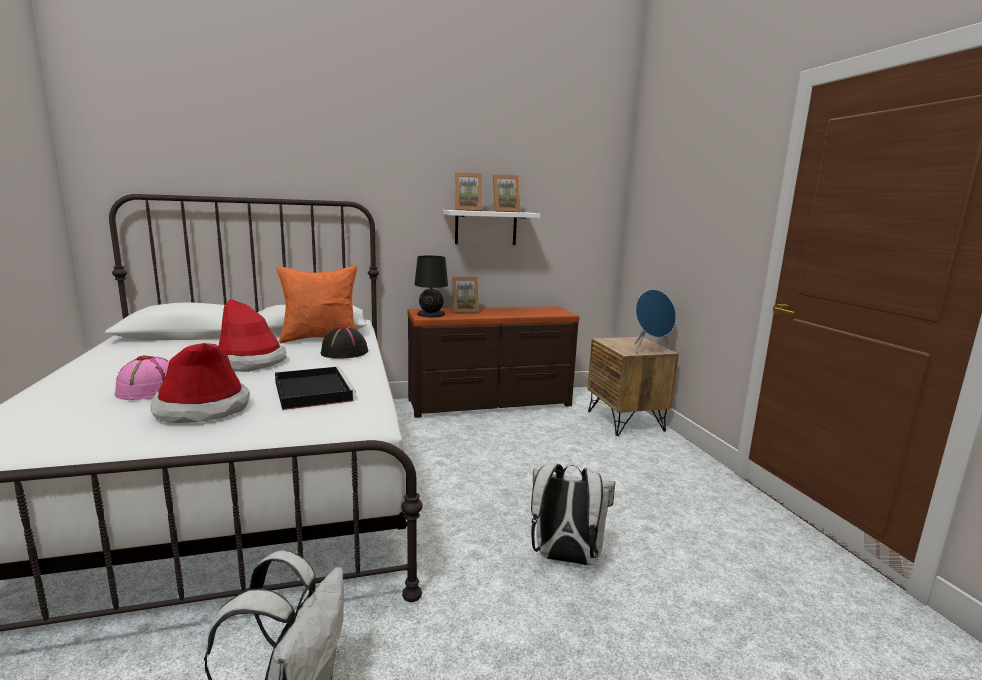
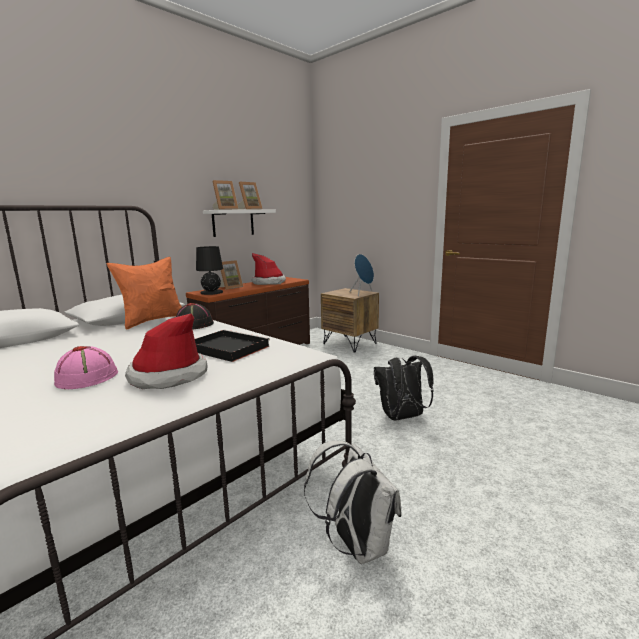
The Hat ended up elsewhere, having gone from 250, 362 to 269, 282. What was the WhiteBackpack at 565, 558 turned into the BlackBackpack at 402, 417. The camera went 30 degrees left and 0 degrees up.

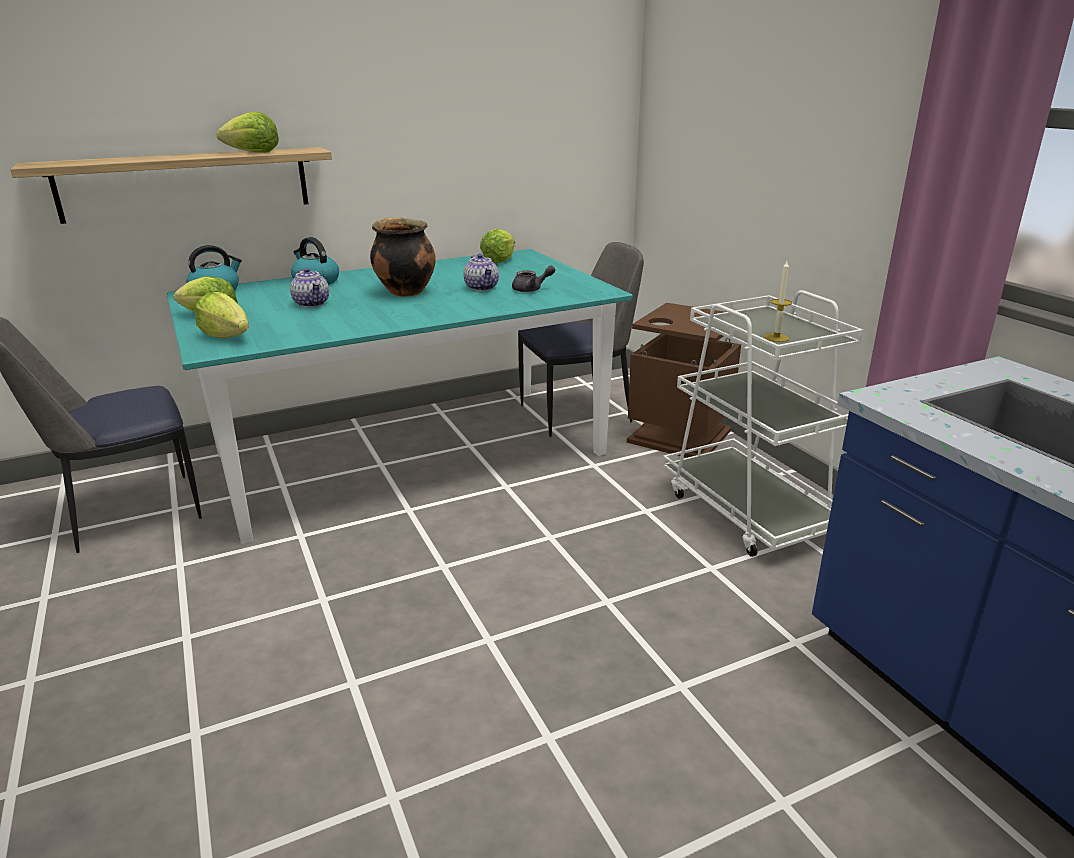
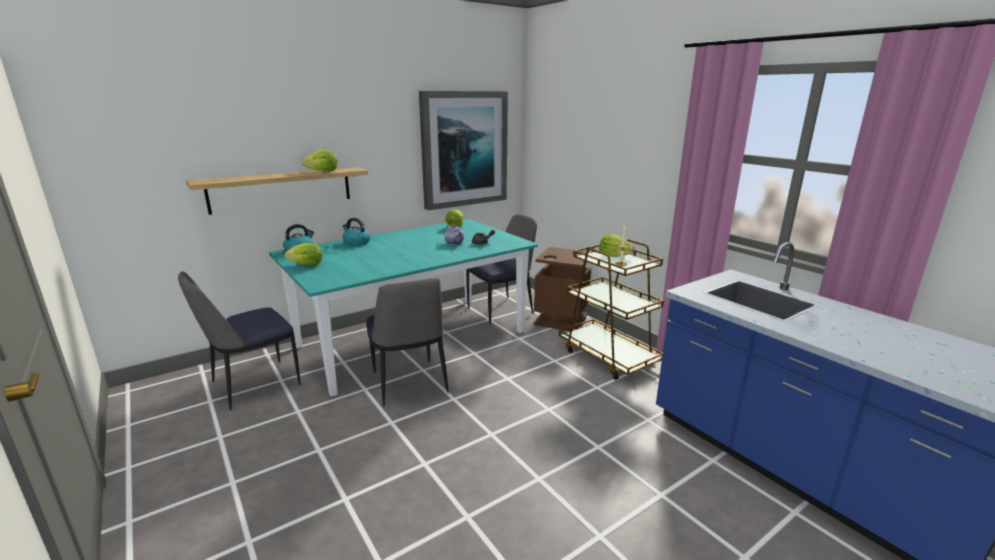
The second view lost the Teapot at 312, 303. The second view lost the CookingPot at 404, 292. The second view gained the Chair at 409, 384. The second view gained the Picture at 464, 149. The Lettuce ended up elsewhere, having gone from 227, 336 to 614, 255. What was the WhiteCart at 748, 510 turned into the BrownCart at 608, 356. The camera went 10 degrees left and 5 degrees down.

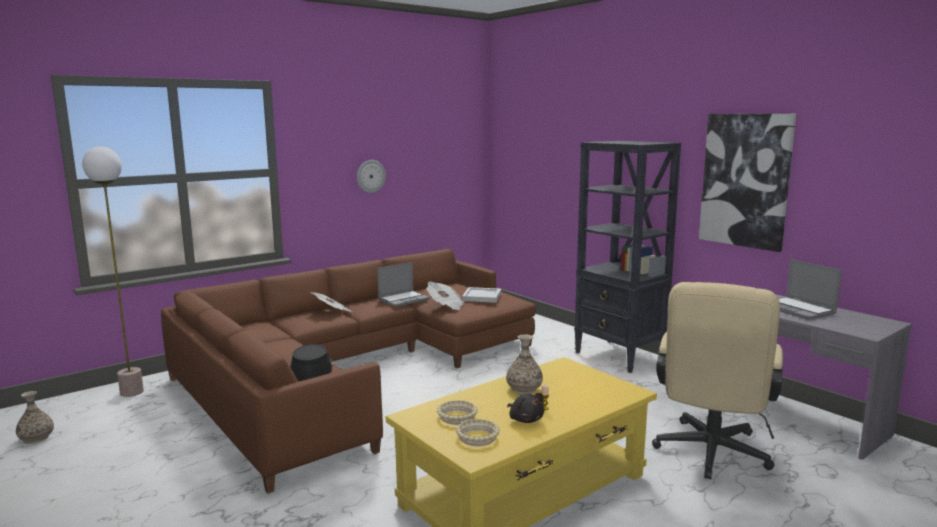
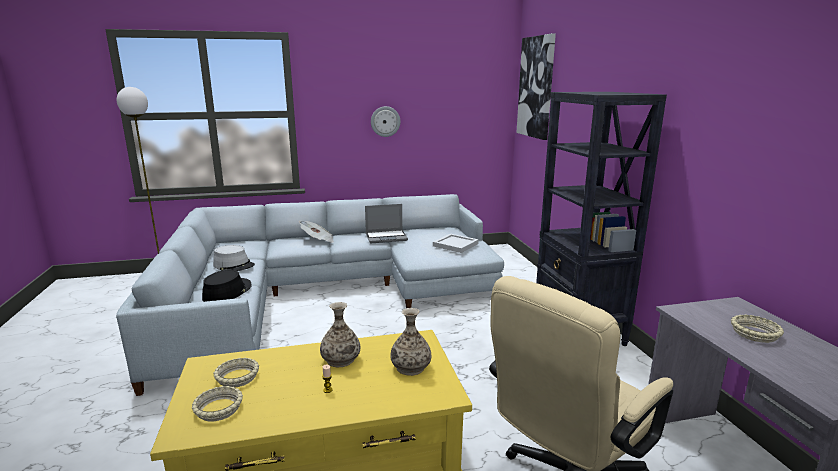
The second view lost the Newspaper at 445, 306. The second view lost the BlackPlushToy at 525, 419. The second view gained the GreyHat at 234, 265. The Vase ended up elsewhere, having gone from 36, 438 to 410, 367. The Picture ended up elsewhere, having gone from 745, 180 to 536, 87. Where the Laptop stood at 798, 310, the BeigeBowl came to stand at 755, 333. What was the BrownSofa at 353, 369 turned into the GreySofa at 323, 293. The camera went 25 degrees right and 5 degrees up.

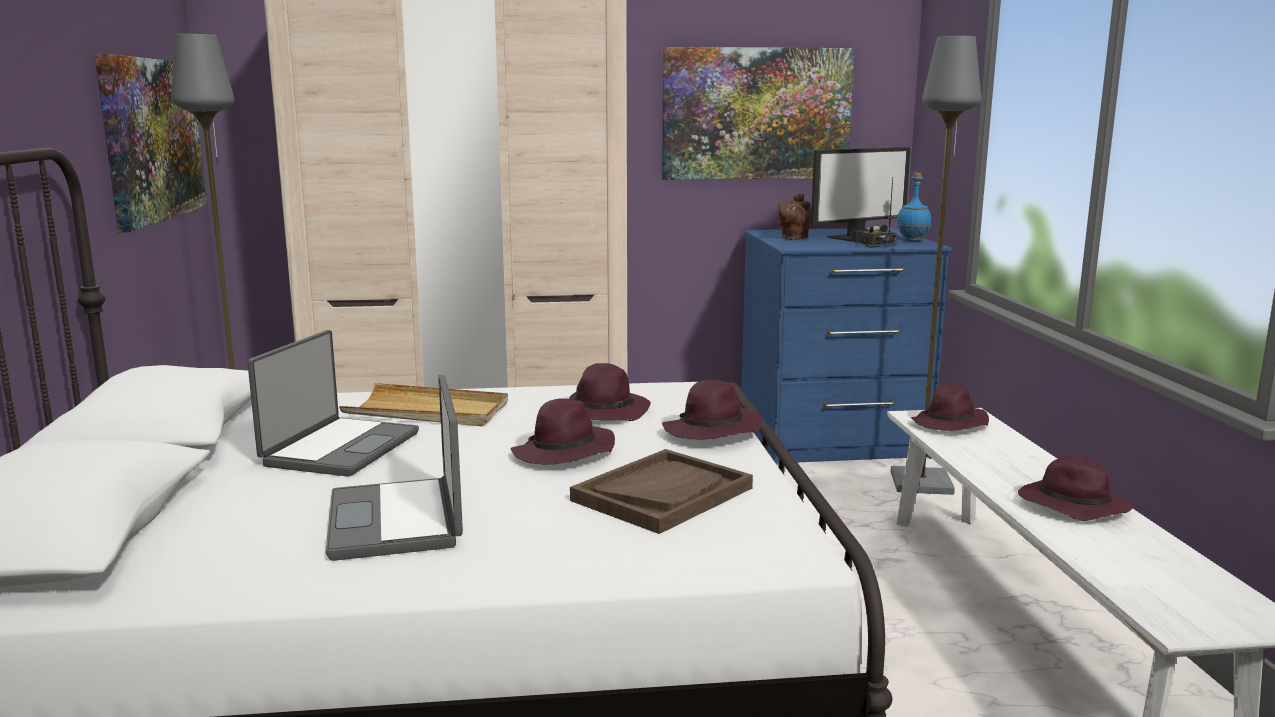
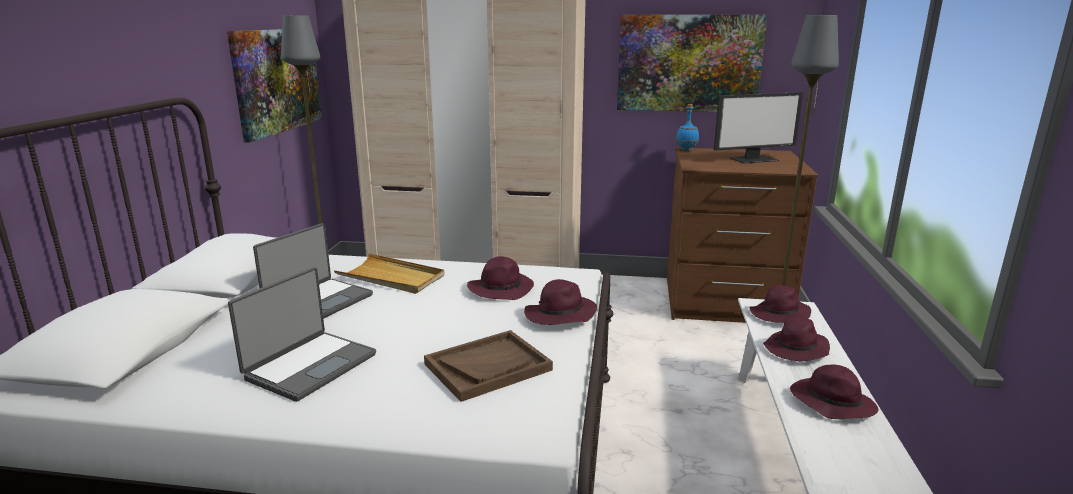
The second view lost the BrownTeapot at 793, 238. The second view lost the Radio at 871, 244. The PurpleHat ended up elsewhere, having gone from 564, 453 to 796, 350. The BlueBottle ended up elsewhere, having gone from 912, 240 to 686, 149. What was the BlueDresser at 831, 438 turned into the BrownDresser at 725, 302. The Laptop at 398, 520 ended up facing another way, 150 degrees counterclockwise from before. The camera went 15 degrees right and 5 degrees up.

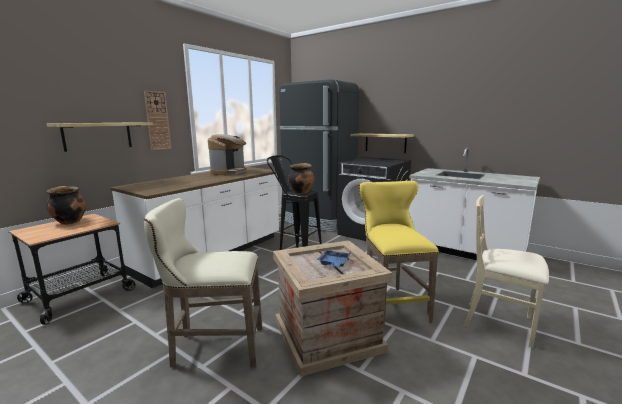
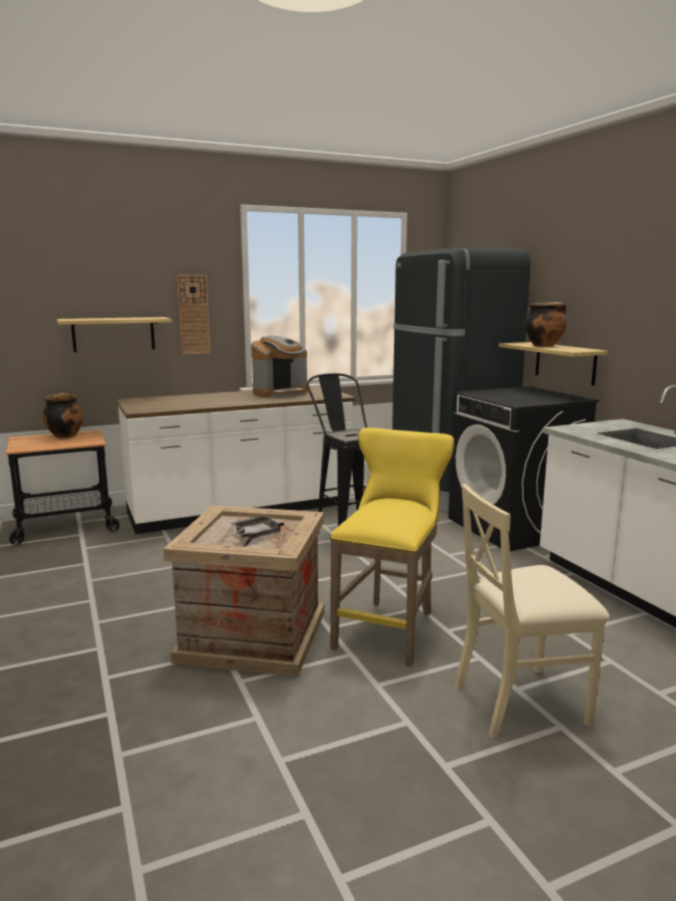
The second view lost the BeigeStool at 213, 348. The CookingPot ended up elsewhere, having gone from 301, 192 to 543, 346. What was the BlueTray at 333, 264 turned into the GreyTray at 255, 534. The BeigeChair at 499, 322 ended up facing another way, 75 degrees counterclockwise from before. The camera went 30 degrees right and 0 degrees up.

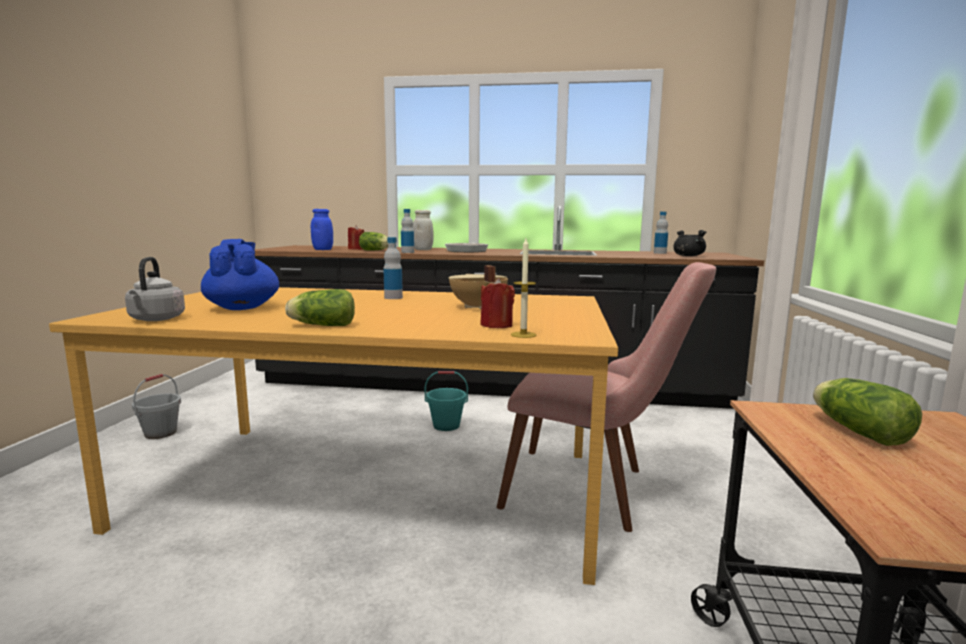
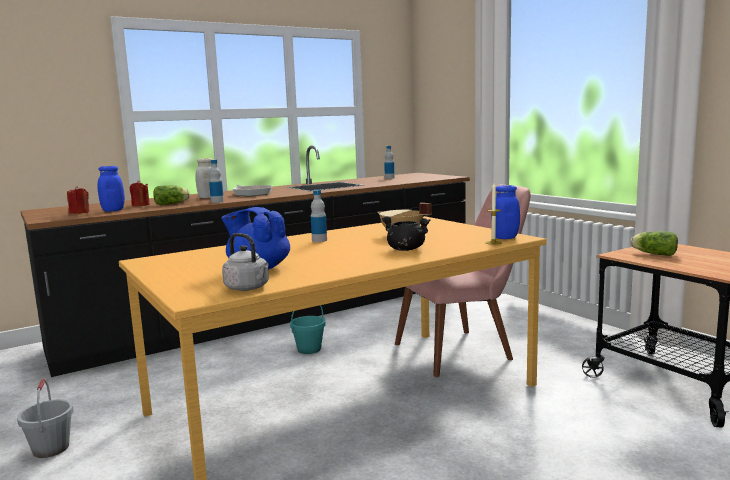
The second view lost the Lettuce at 321, 325. The second view gained the BlueJar at 505, 237. The RedCandle ended up elsewhere, having gone from 496, 325 to 79, 213. The BlackCookingPot ended up elsewhere, having gone from 687, 256 to 405, 249. The camera went 40 degrees left and 0 degrees up.

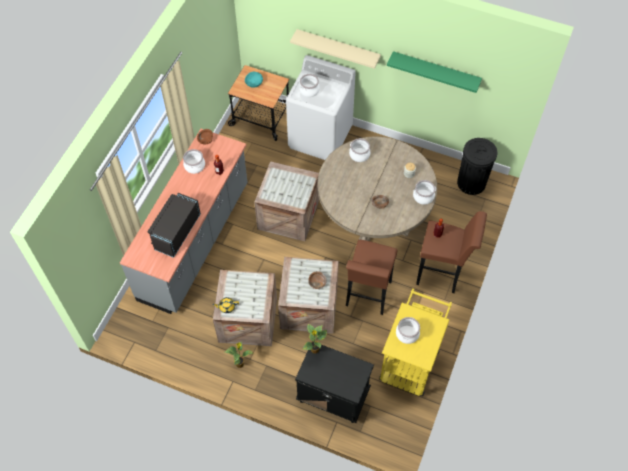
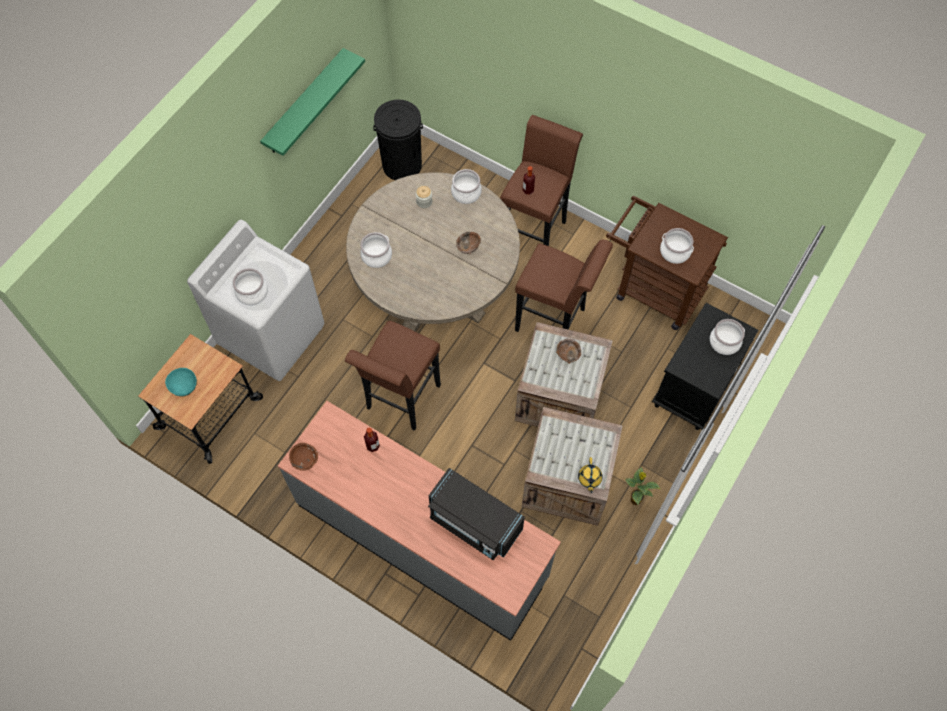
The second view lost the BeigeShelf at 338, 48. The second view lost the PottedPlant at 314, 350. The CookingPot ended up elsewhere, having gone from 194, 166 to 724, 342. Where the Crate stood at 287, 214, the BrownStool came to stand at 400, 401. What was the YellowCart at 411, 359 turned into the BrownCart at 652, 289. The camera went 80 degrees left and 5 degrees up.

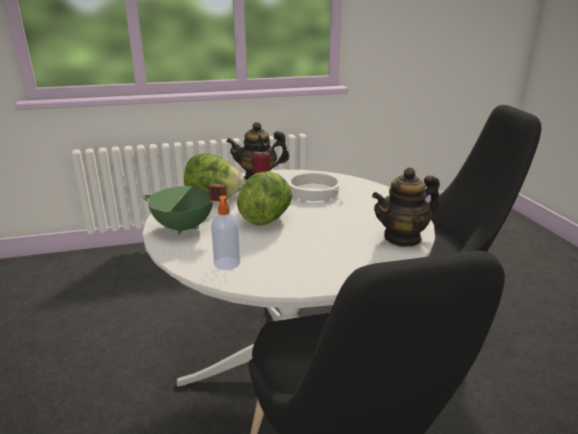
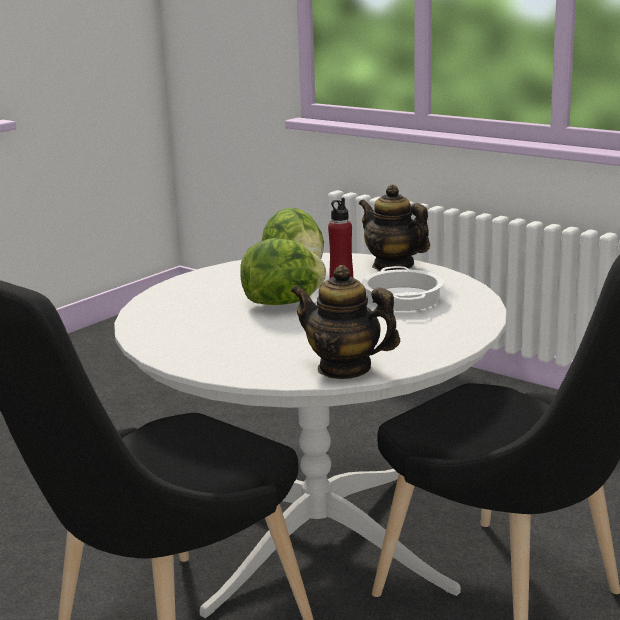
The second view lost the GreenCookingPot at 184, 228. The second view lost the SoapDispenser at 227, 264. The camera went 55 degrees right and 5 degrees down.

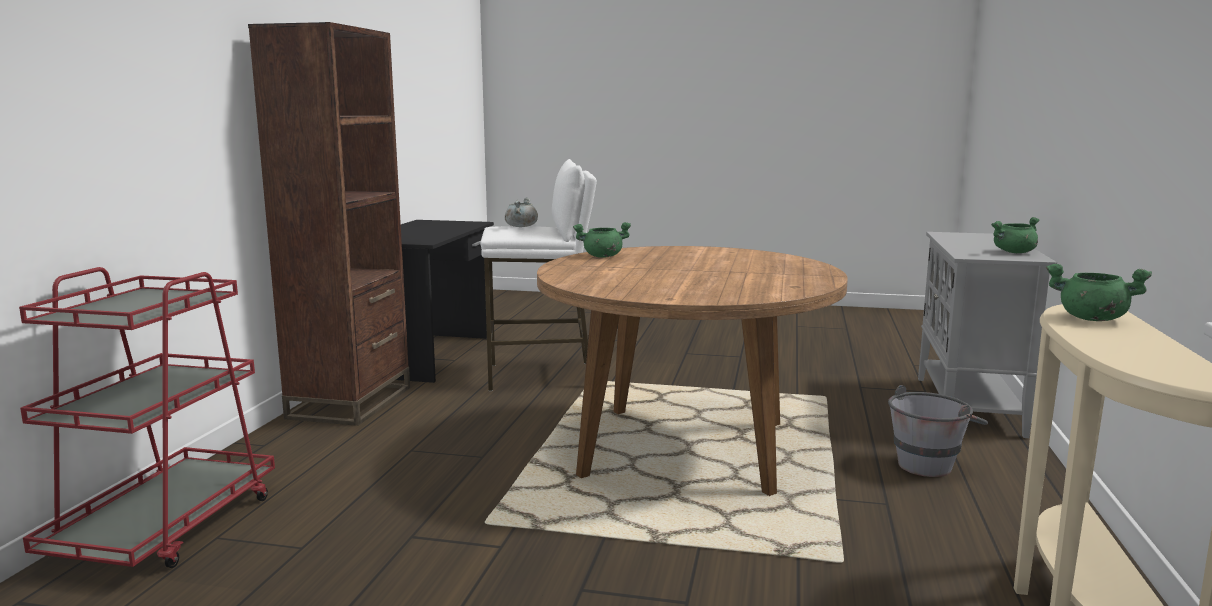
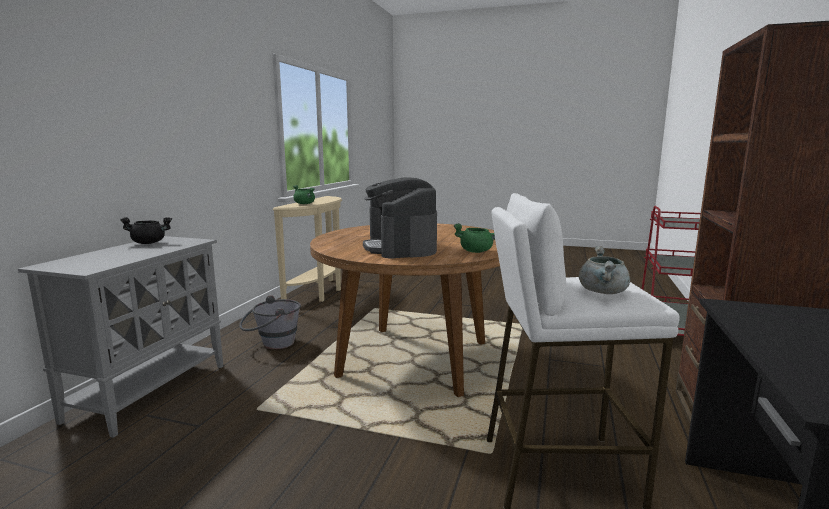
The second view gained the CoffeeMachine at 400, 248. What was the GreenCookingPot at 1014, 252 turned into the BlackCookingPot at 149, 243. The camera went 175 degrees left and 0 degrees up.

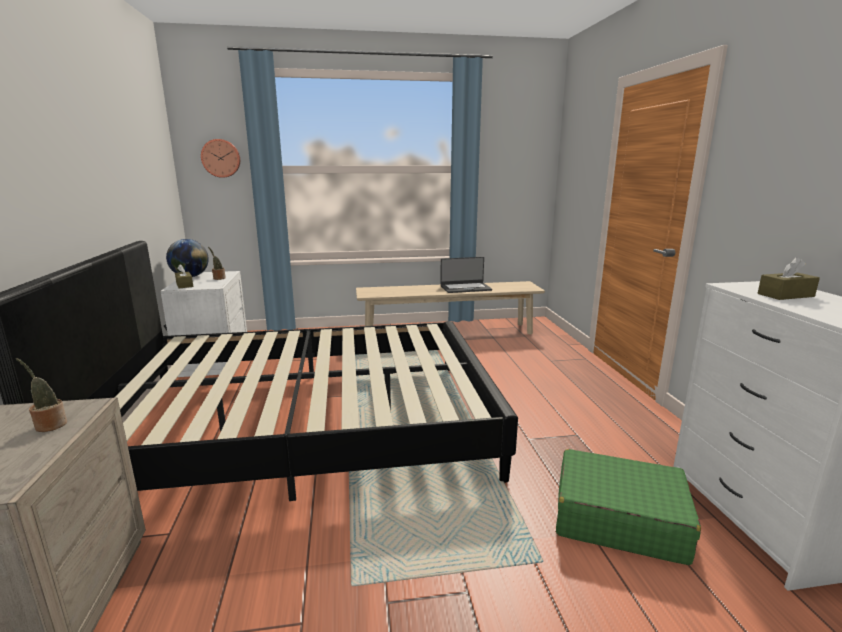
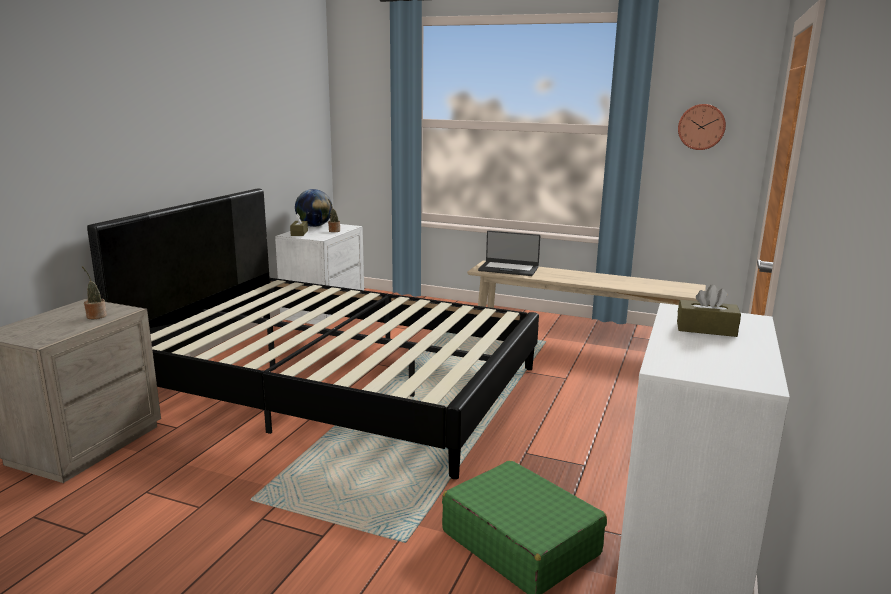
The WallClock ended up elsewhere, having gone from 221, 158 to 701, 126. The Laptop ended up elsewhere, having gone from 465, 288 to 508, 269. The camera went 30 degrees right and 0 degrees up.

